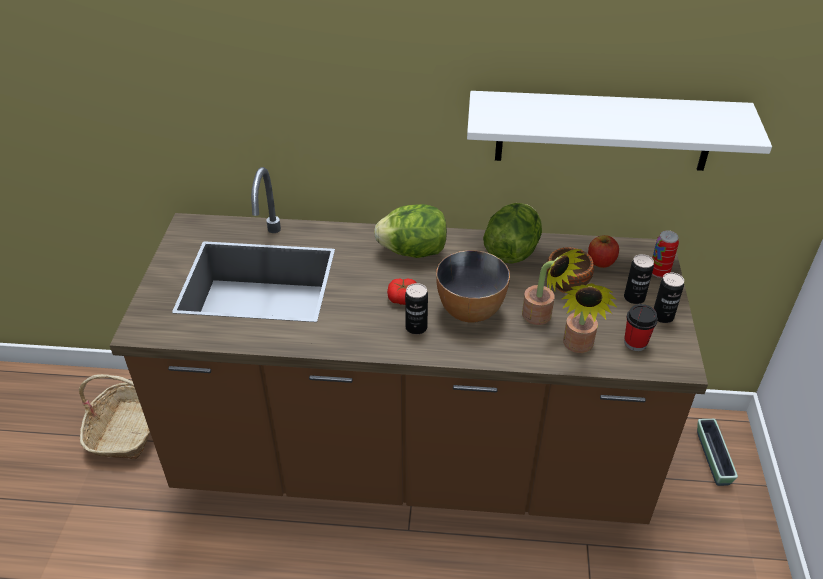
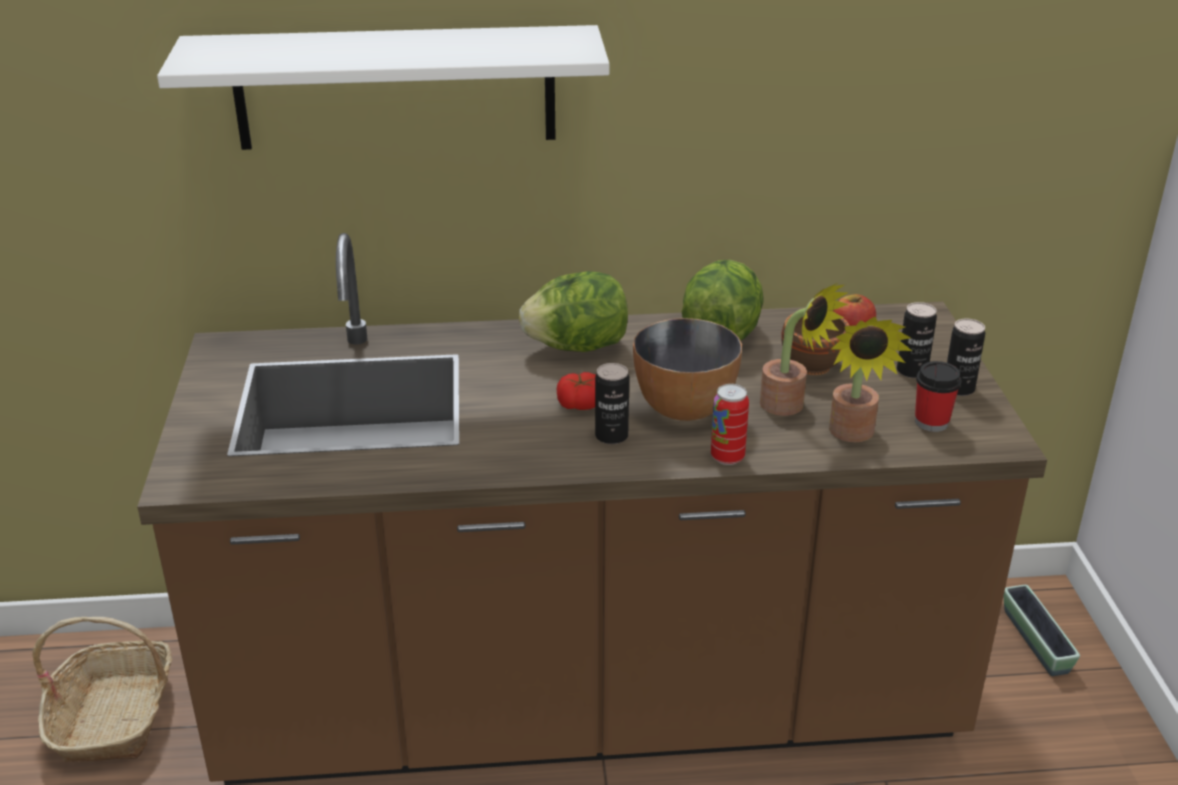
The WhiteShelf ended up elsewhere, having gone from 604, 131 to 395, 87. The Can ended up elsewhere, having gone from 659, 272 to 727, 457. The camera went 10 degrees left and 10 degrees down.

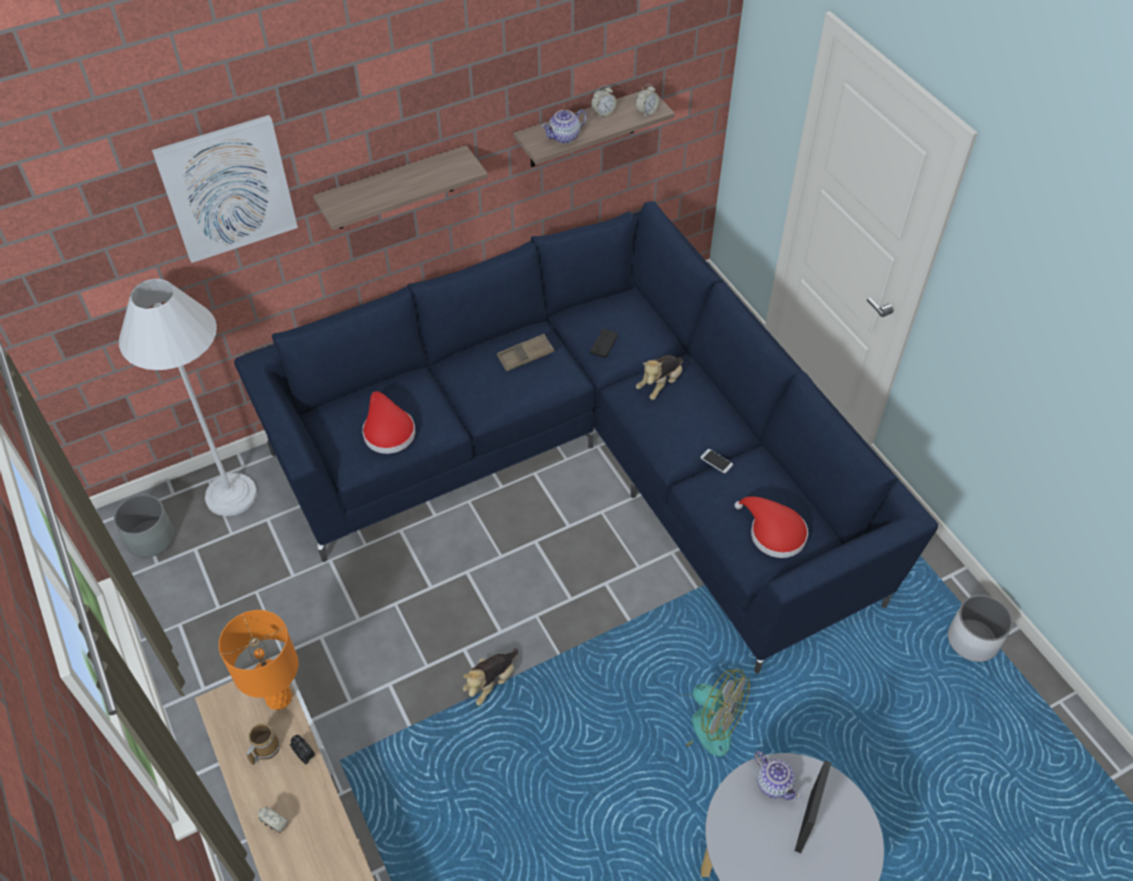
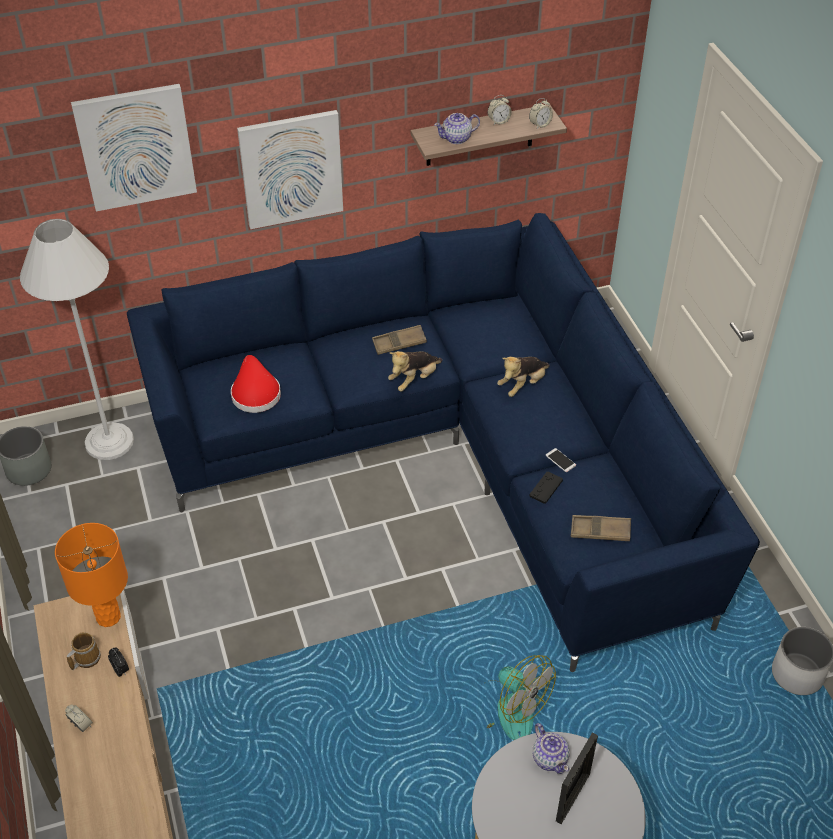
The PlushToy ended up elsewhere, having gone from 491, 682 to 414, 379. The BlackGameController ended up elsewhere, having gone from 604, 344 to 546, 488. Where the Shelf hung at 394, 189, the Picture came to hang at 291, 169. Where the RedHat stood at 773, 532, the BrownTray came to stand at 600, 531. The camera went 10 degrees right and 5 degrees down.

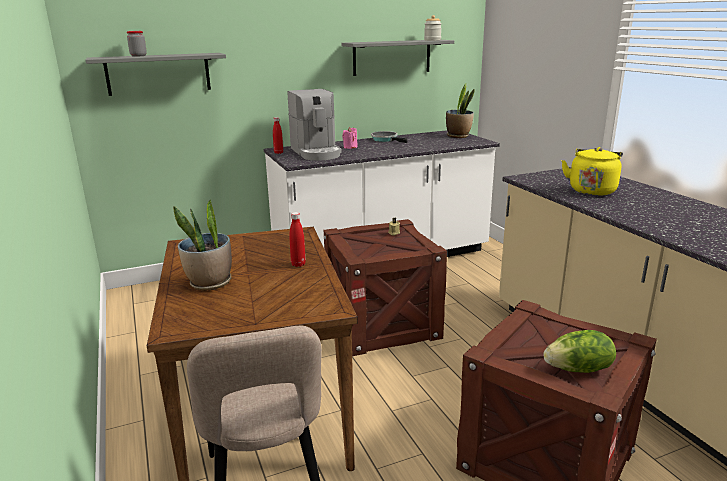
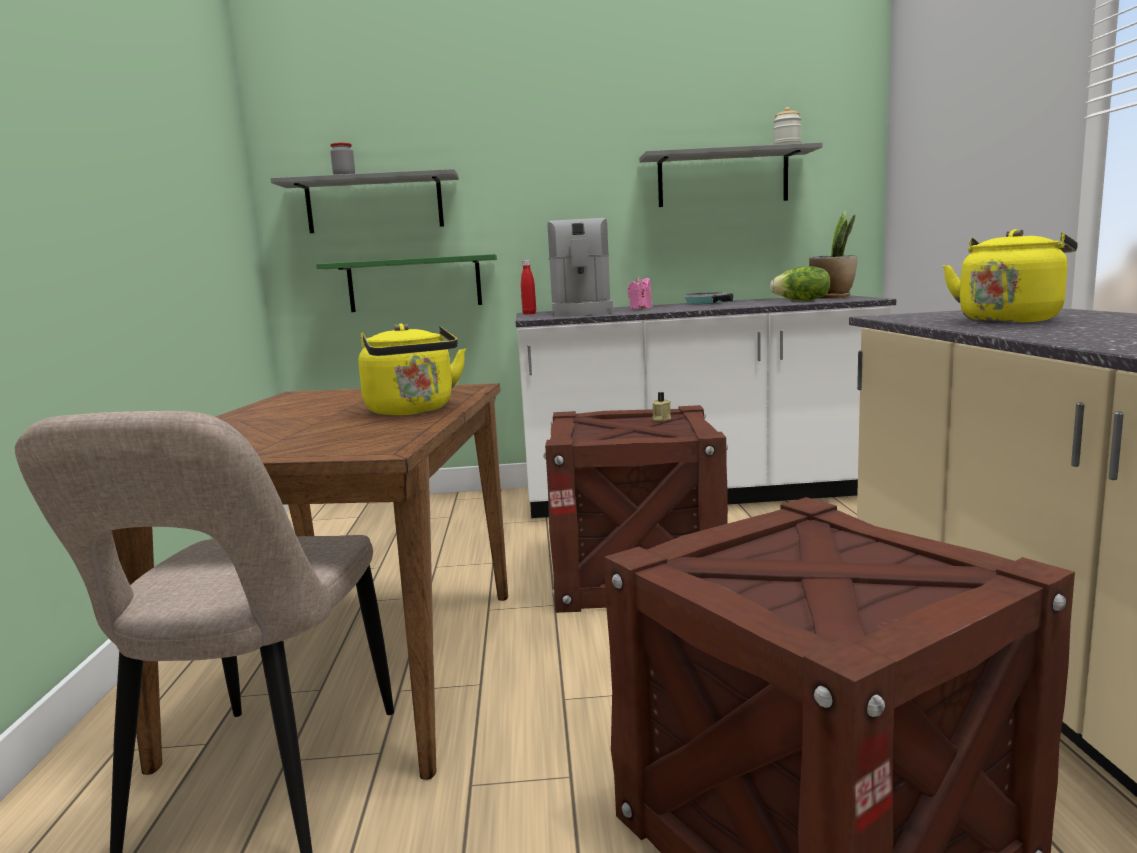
The second view lost the PottedPlant at 210, 283. The second view gained the GreenShelf at 414, 284. The Lettuce ended up elsewhere, having gone from 579, 369 to 802, 300. Where the RedBottle stood at 298, 264, the YellowKettle came to stand at 412, 411. The camera went 20 degrees right and 10 degrees down.

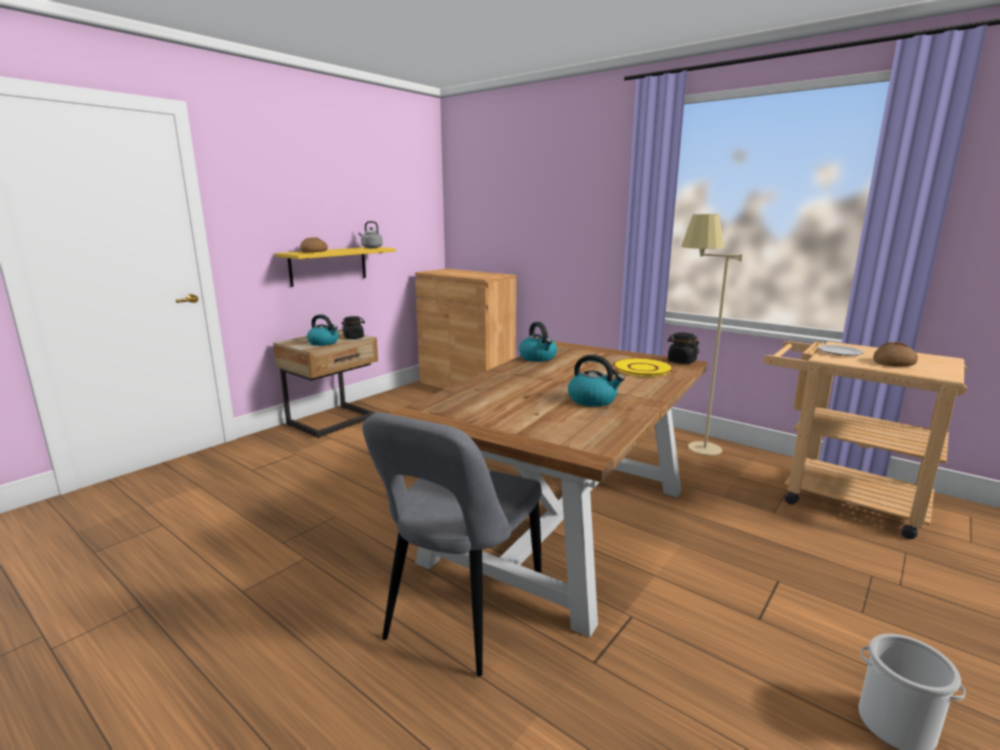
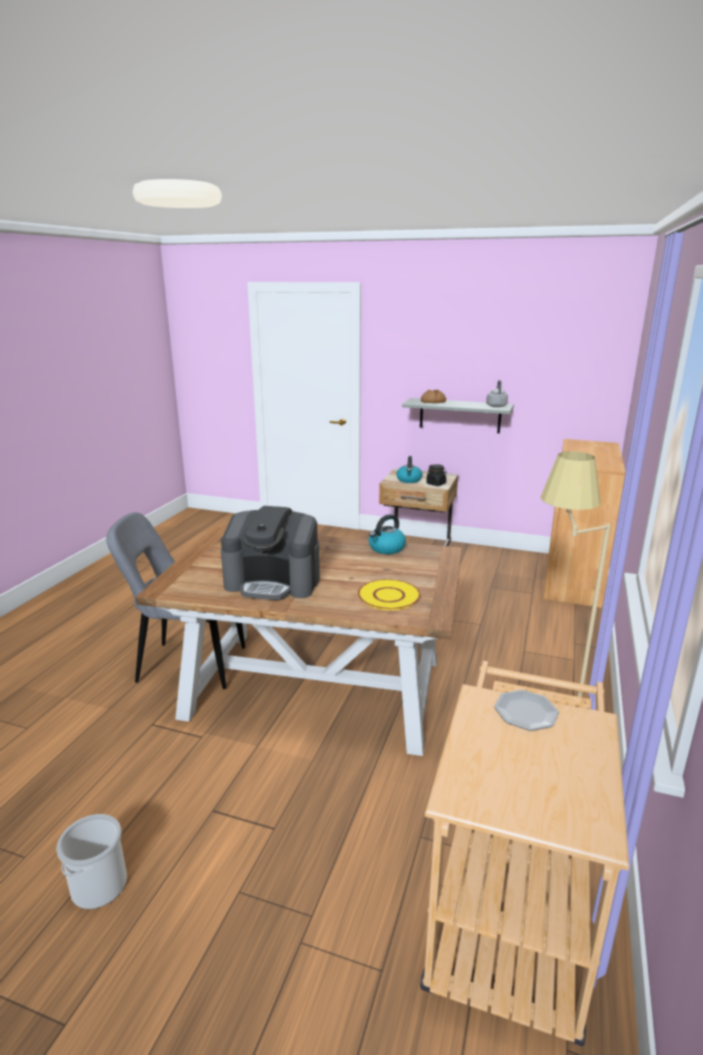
The second view lost the BlackJar at 681, 361. The second view lost the Bread at 894, 363. Where the Kettle stood at 593, 400, the CoffeeMachine came to stand at 273, 582. What was the YellowShelf at 328, 266 turned into the GreyShelf at 460, 415. The camera went 70 degrees right and 5 degrees up.

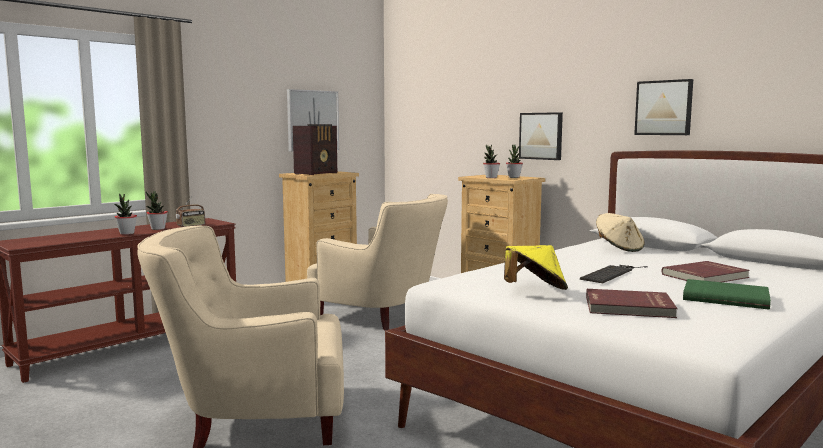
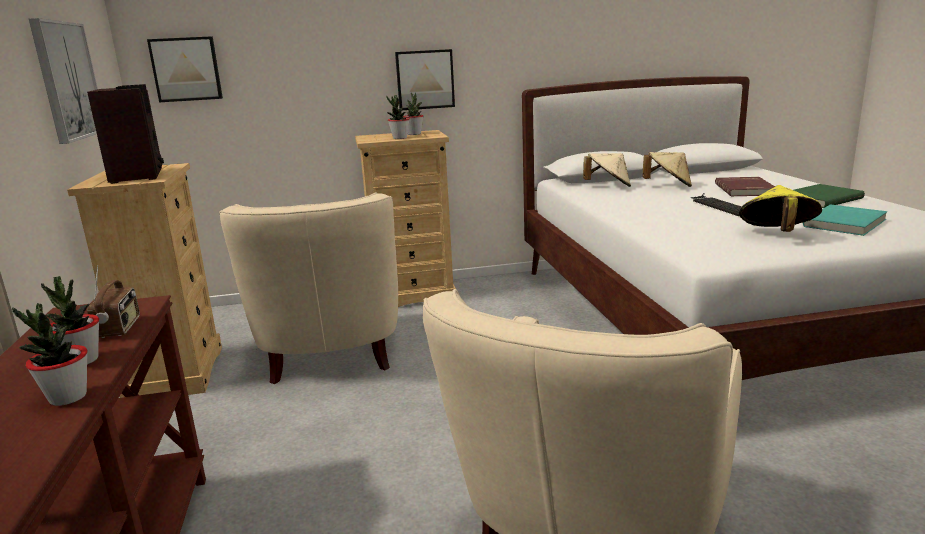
The second view gained the BeigeHat at 668, 186. The Picture ended up elsewhere, having gone from 664, 108 to 186, 69. What was the RedBook at 629, 307 turned into the TurquoiseBook at 846, 223. The BeigeArmchair at 382, 315 ended up facing another way, 105 degrees clockwise from before. The camera went 55 degrees left and 10 degrees up.

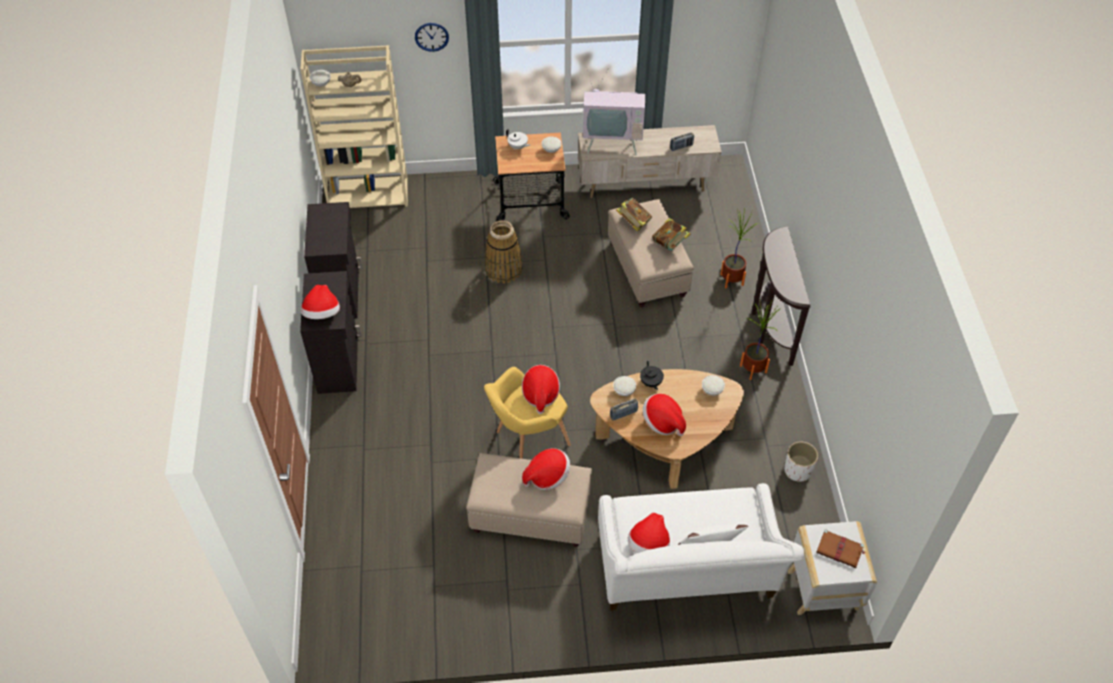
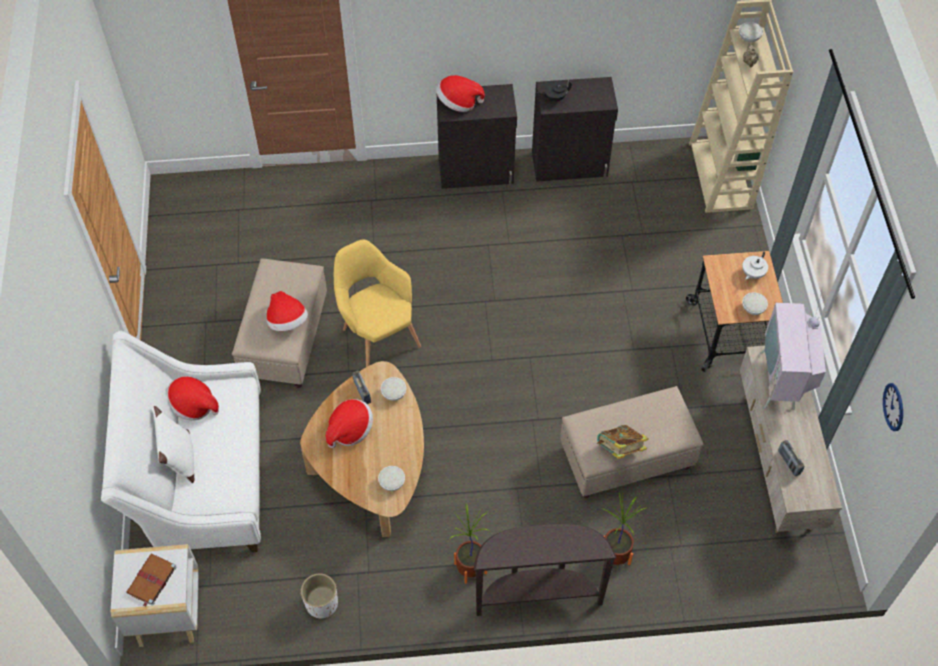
The second view lost the Basket at 504, 269. The second view lost the Hat at 540, 394. The second view lost the Book at 633, 222. The WallClock ended up elsewhere, having gone from 431, 37 to 893, 407. The BlackTeapot ended up elsewhere, having gone from 651, 383 to 554, 97. The camera went 90 degrees right and 5 degrees up.

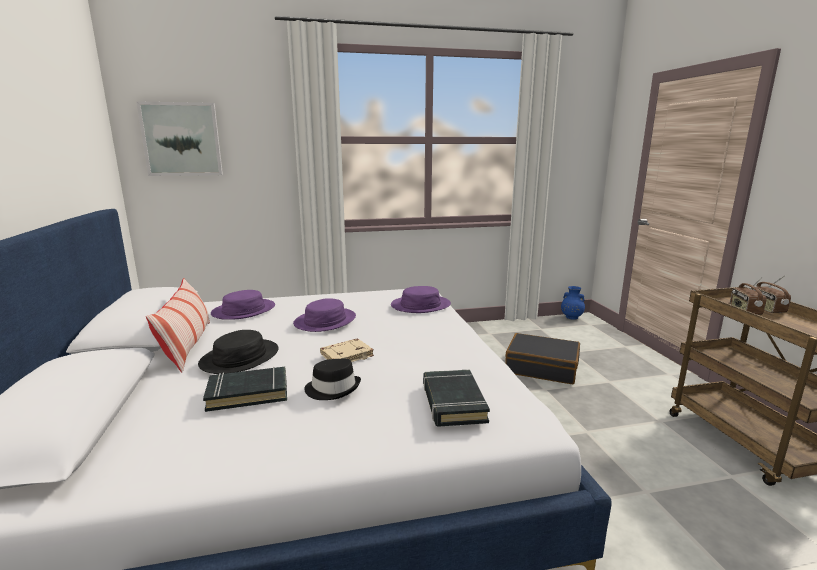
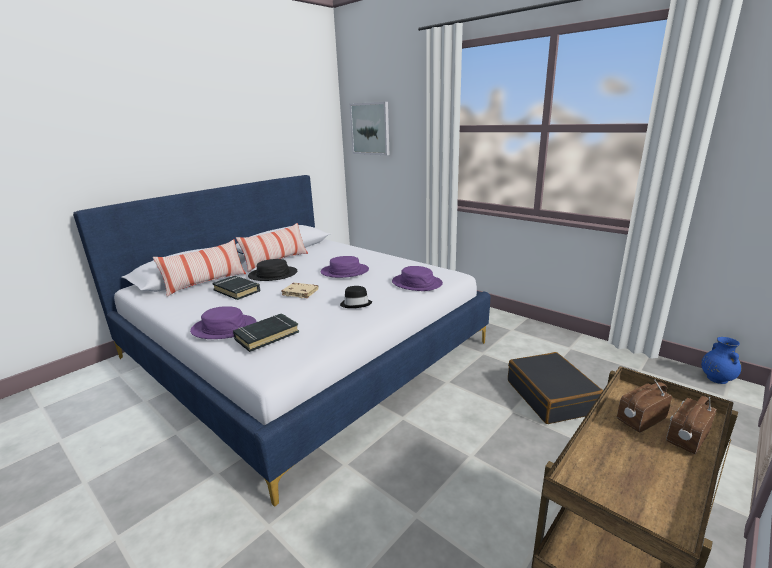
The second view gained the Pillow at 206, 283. The PurpleHat ended up elsewhere, having gone from 243, 310 to 224, 328. The BlackHat ended up elsewhere, having gone from 333, 388 to 356, 304. The camera went 55 degrees right and 5 degrees up.

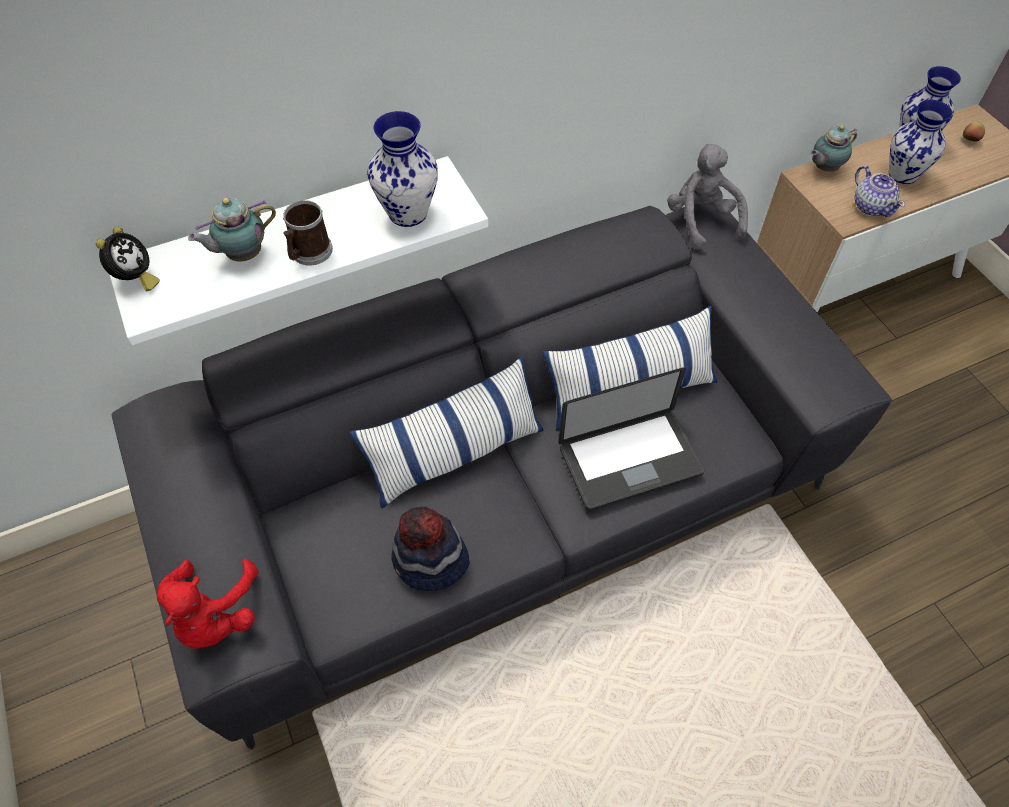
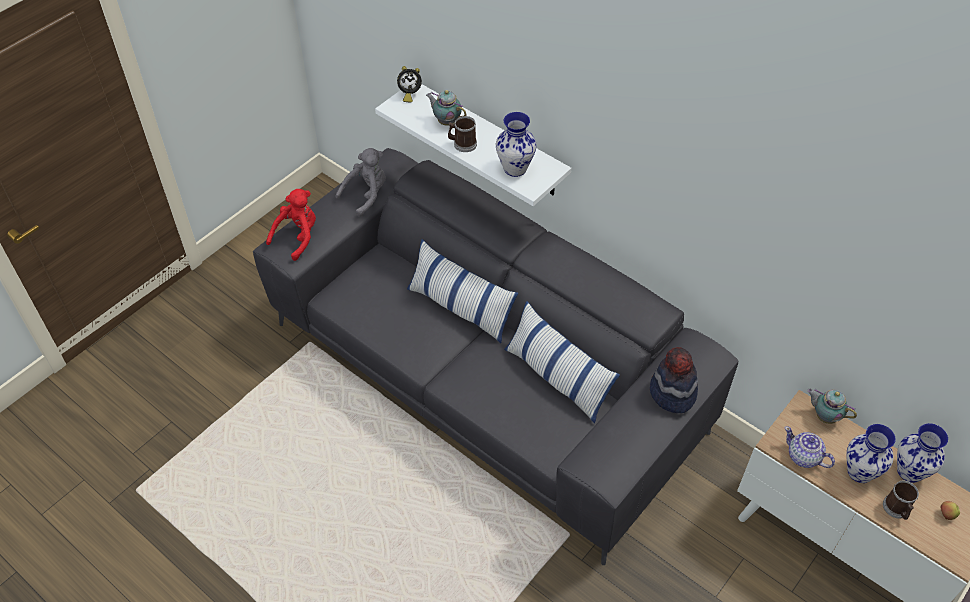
The second view lost the Laptop at 630, 460. The second view gained the Mug at 897, 509. The Hat ended up elsewhere, having gone from 430, 561 to 672, 393. The GreyPlushToy ended up elsewhere, having gone from 701, 220 to 366, 195. The RedPlushToy at 215, 615 ended up facing another way, 150 degrees clockwise from before. The Teapot at 871, 206 ended up facing another way, 90 degrees clockwise from before. The camera went 65 degrees right and 5 degrees down.

